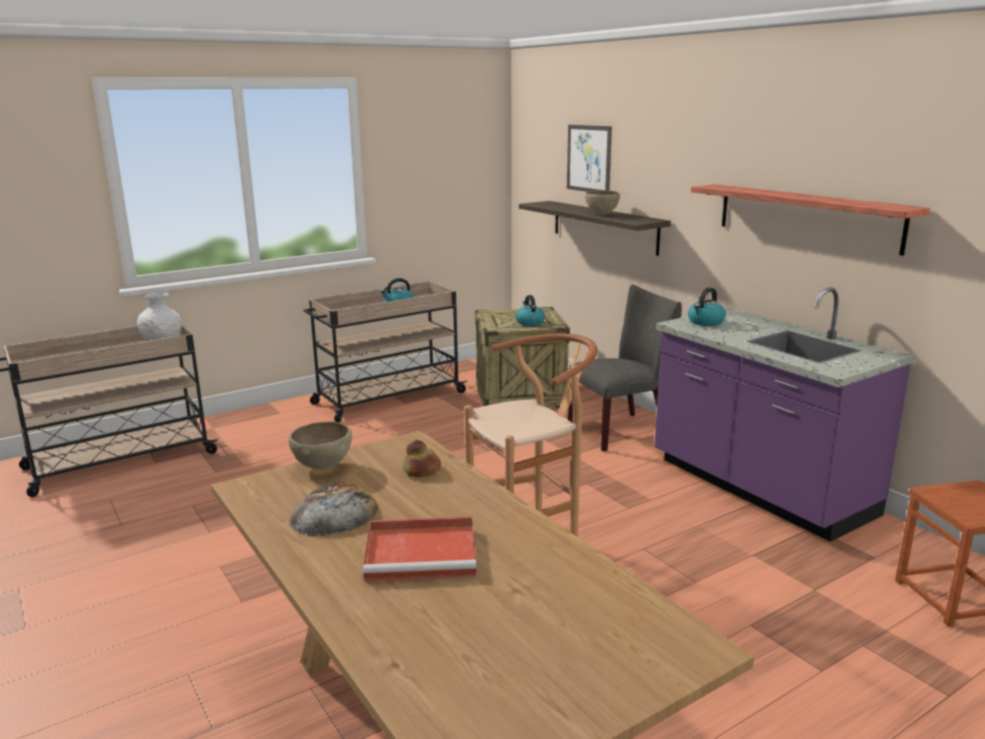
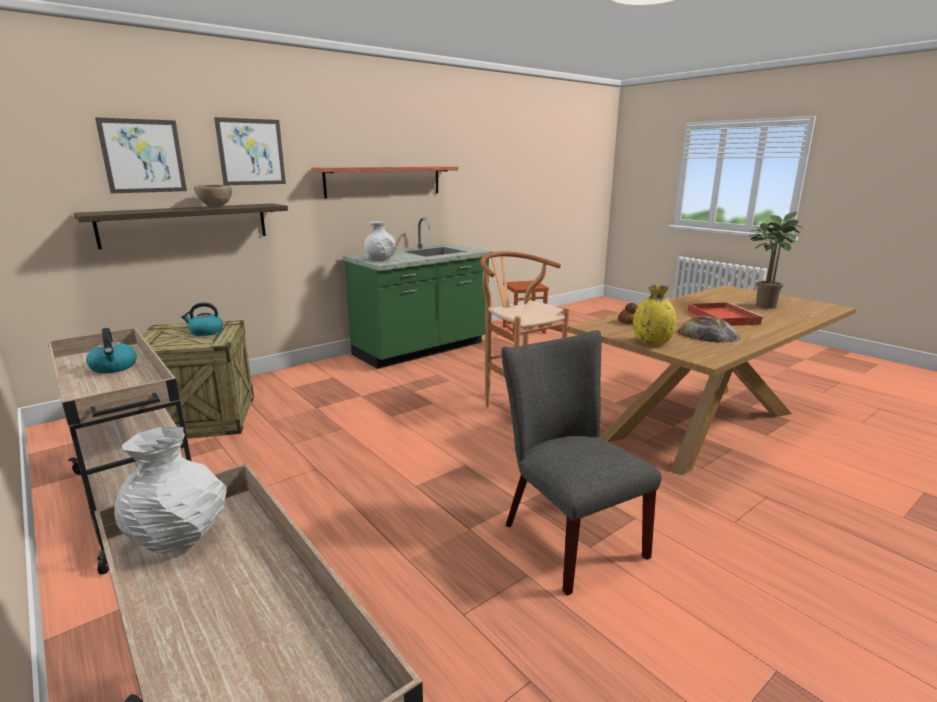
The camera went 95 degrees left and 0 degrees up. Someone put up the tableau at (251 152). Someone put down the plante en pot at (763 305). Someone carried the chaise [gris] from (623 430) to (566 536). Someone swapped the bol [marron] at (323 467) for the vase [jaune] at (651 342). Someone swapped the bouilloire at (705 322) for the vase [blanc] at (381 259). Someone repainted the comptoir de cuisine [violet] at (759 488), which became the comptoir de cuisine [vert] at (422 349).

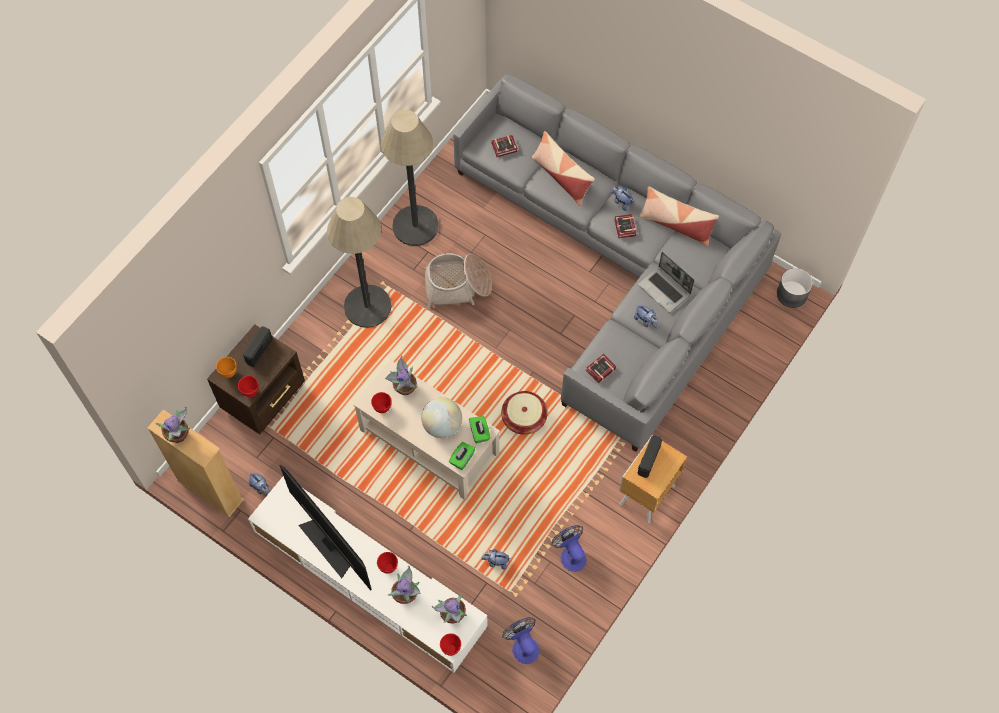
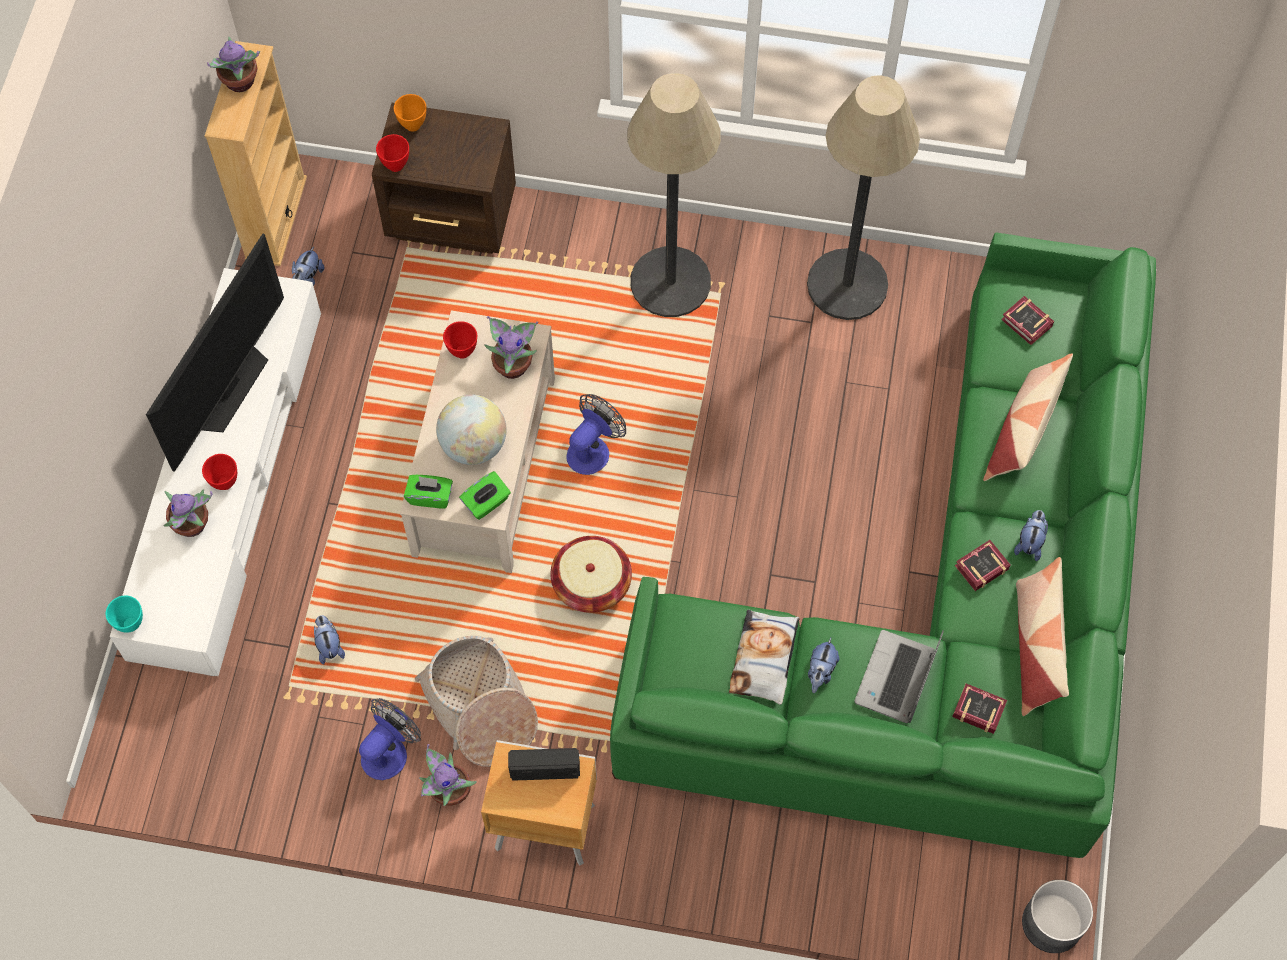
The camera went 65 degrees right and 0 degrees up. Someone took away the radio at (259 351). Someone put down the coussin at (765 659). Someone carried the panier from (458 286) to (480 707). Someone carried the plante en pot from (452 615) to (448 790). Someone carried the ventilateur from (523 645) to (593 449). Someone carried the livre from (599 370) to (977 708). Someone repainted the bol [rouge] at (451 648), which became the bol [turquoise] at (132 624). Someone repainted the canapé [gris] at (618 266), which became the canapé [vert] at (944 613).

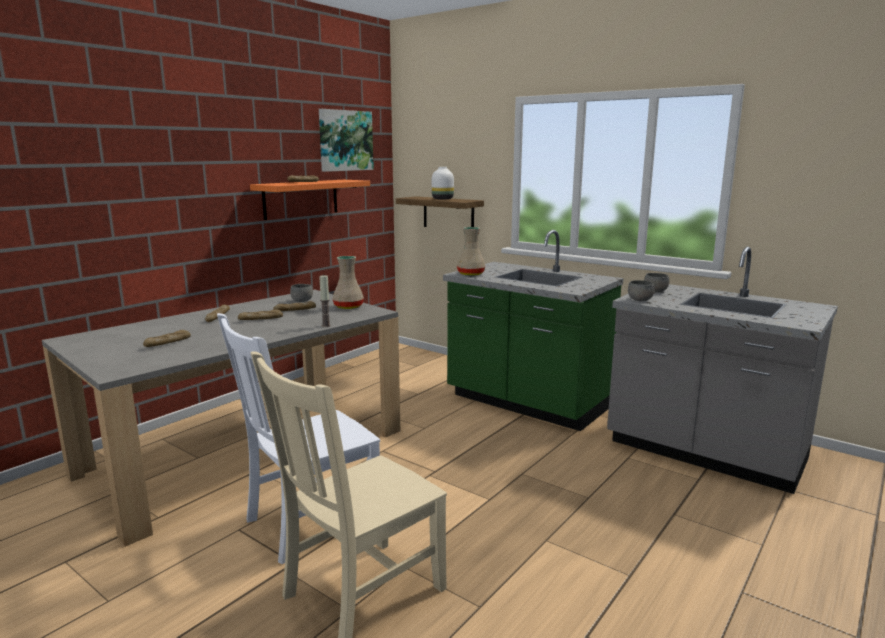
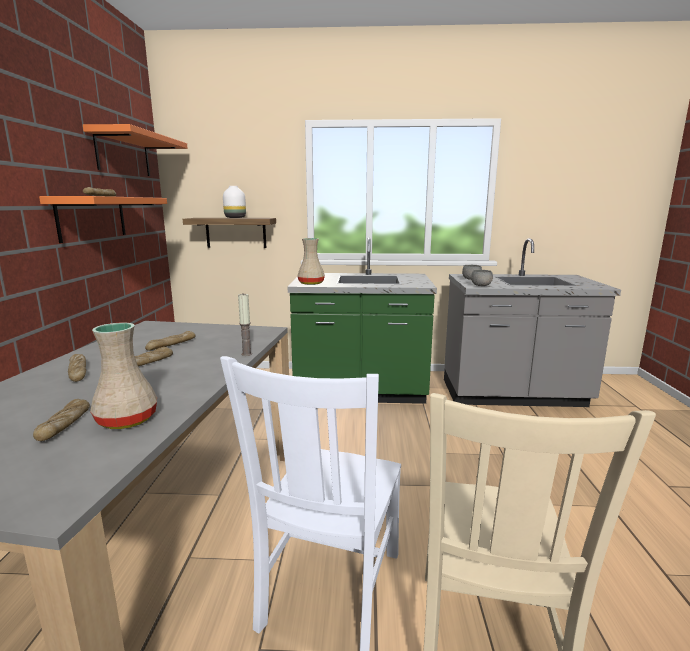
The camera went 35 degrees left and 0 degrees up. Someone took away the bol [gris] at (302 301). Someone carried the vase [beige] from (348 306) to (125 420). Someone swapped the tableau at (345 140) for the étagère [orange] at (123 154).

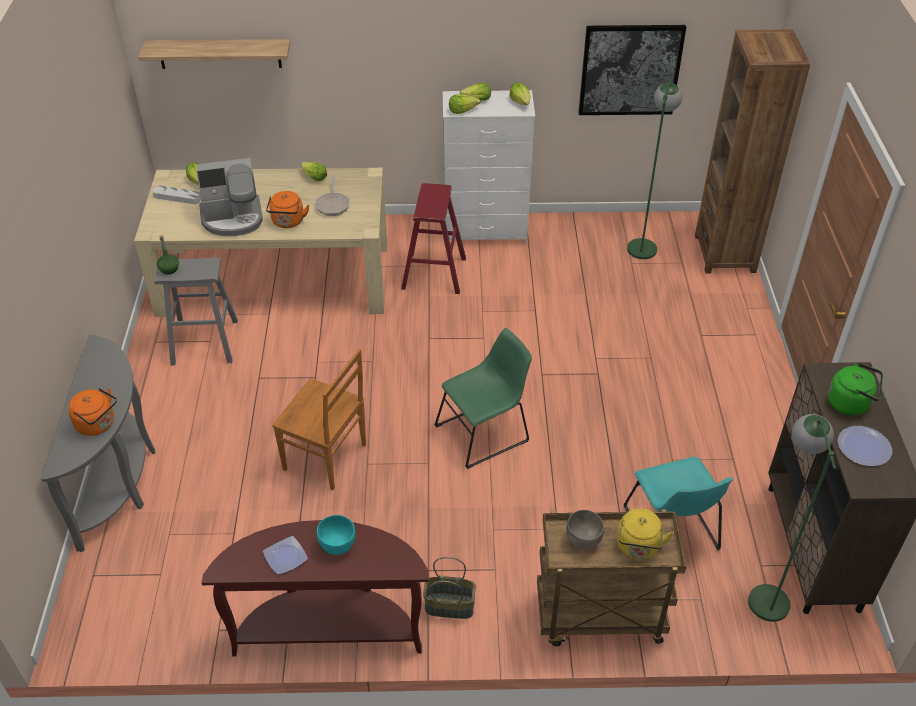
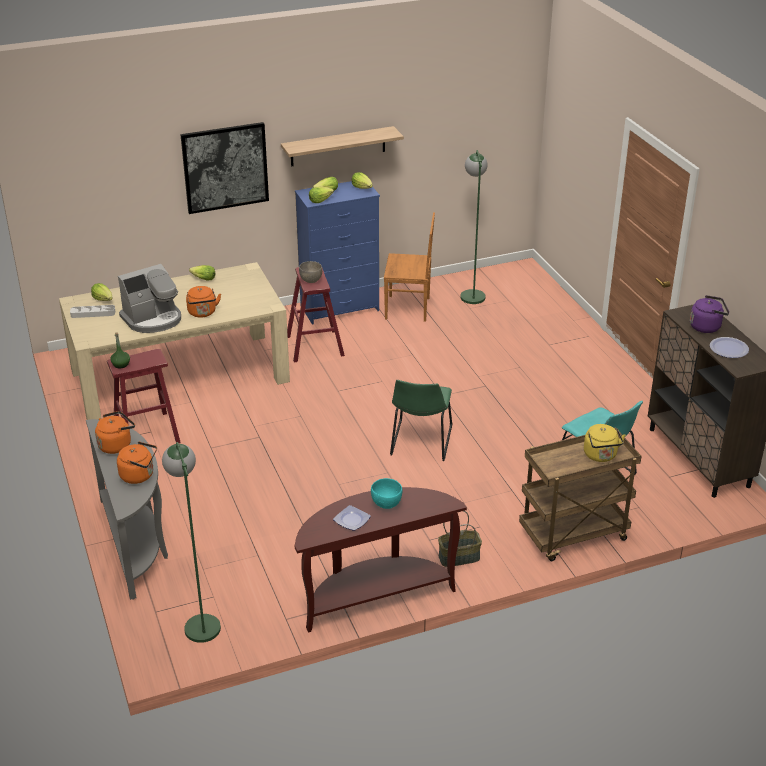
The camera went 20 degrees left and 10 degrees down. Someone took away the poêle at (333 205). Someone took away the bibliothèque [marron] at (725 253). Someone put down the bouilloire [orange] at (116 445). Someone carried the étagère from (220 54) to (338 146). Someone carried the chaise [marron] from (327 458) to (409 308). Someone carried the bol [gris] from (583 540) to (311 280). Someone carried the tableau from (630 70) to (225 167). Someone carried the lampadaire [vert] from (765 590) to (199 620). Someone repainted the tabouret [gris] at (204 342), which became the tabouret [rouge] at (146 433). Someone repainted the commode [blanc] at (486 231), which became the commode [bleu] at (340 309). Someone repainted the bouilloire [vert] at (851 403), which became the bouilloire [violet] at (707 327). Someone rotated the chaise [vert] at (485 432) by 150 degrees clockwise.

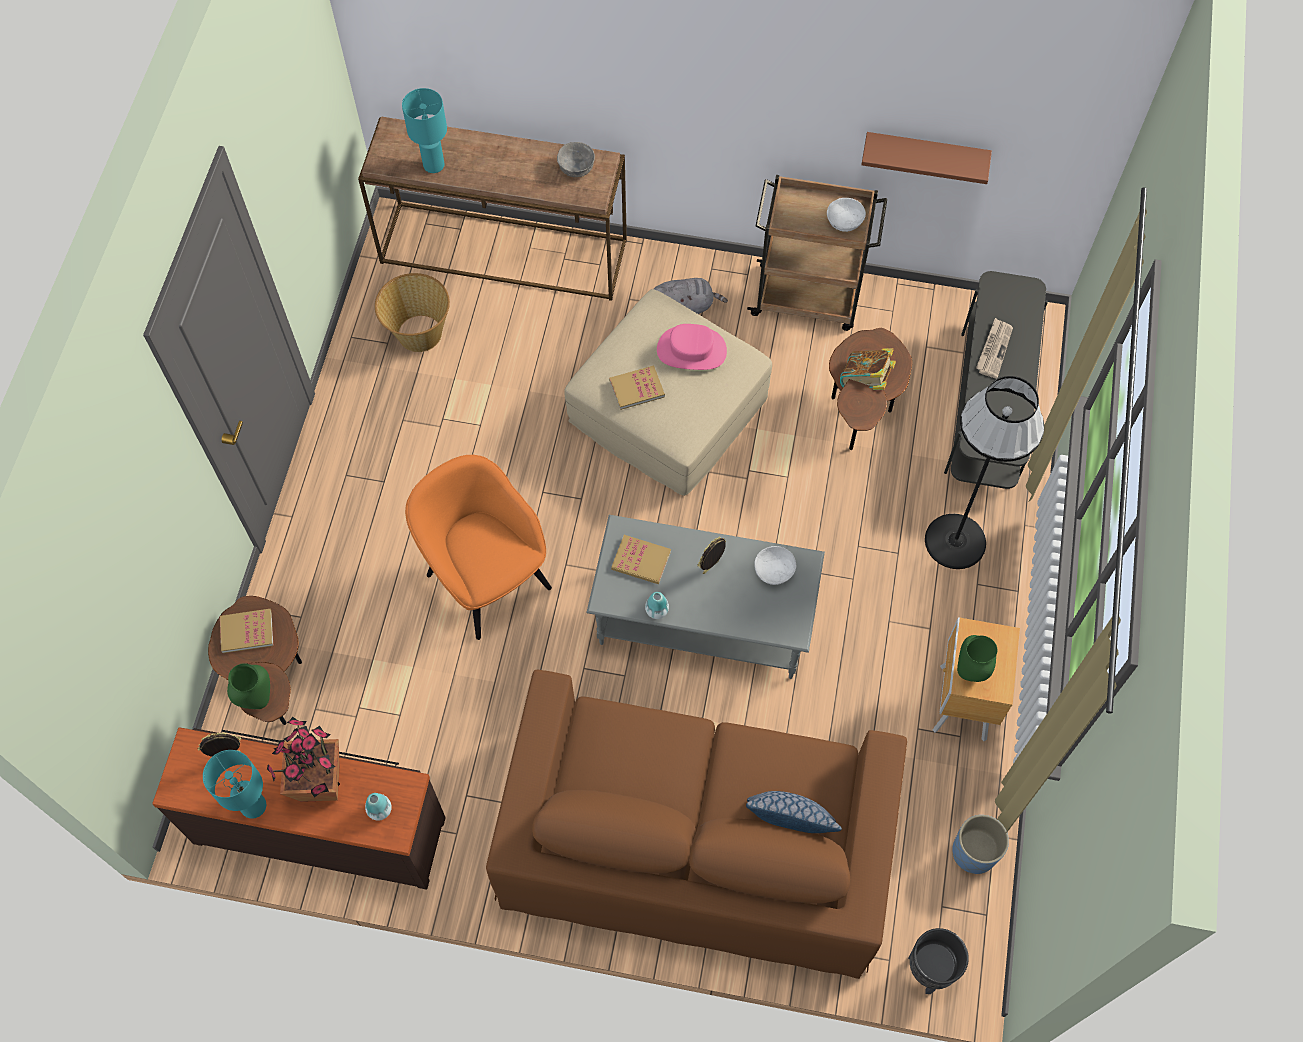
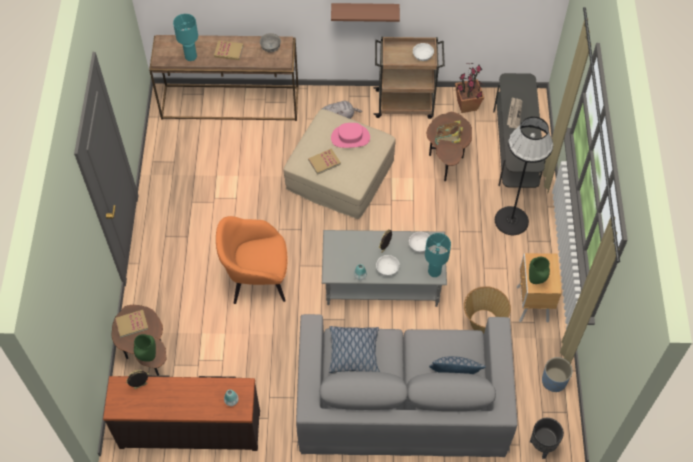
The camera went 10 degrees left and 5 degrees down. Someone put down the coussin at (354 353). Someone put down the bol [blanc] at (387 269). Someone carried the lampe de table [turquoise] from (253 807) to (434 272). Someone carried the plante en pot from (319 783) to (466 105). Someone carried the panier from (419 333) to (483 321). Someone carried the livre from (641 560) to (228 51). Someone carried the étagère [marron] from (925 155) to (365 12). Someone repainted the canapé [marron] at (695 842), which became the canapé [gris] at (402 401). Someone rotated the fauteuil [orange] at (486 578) by 45 degrees counterclockwise.

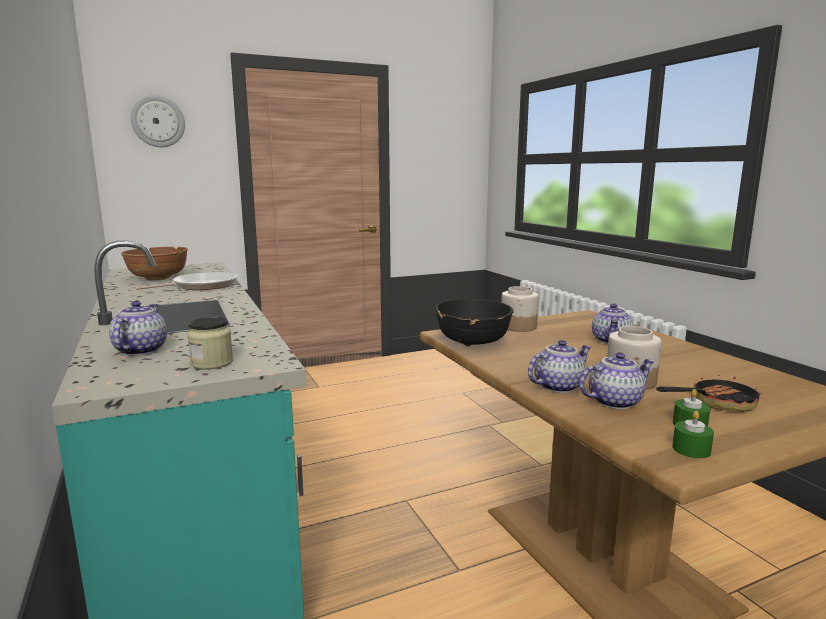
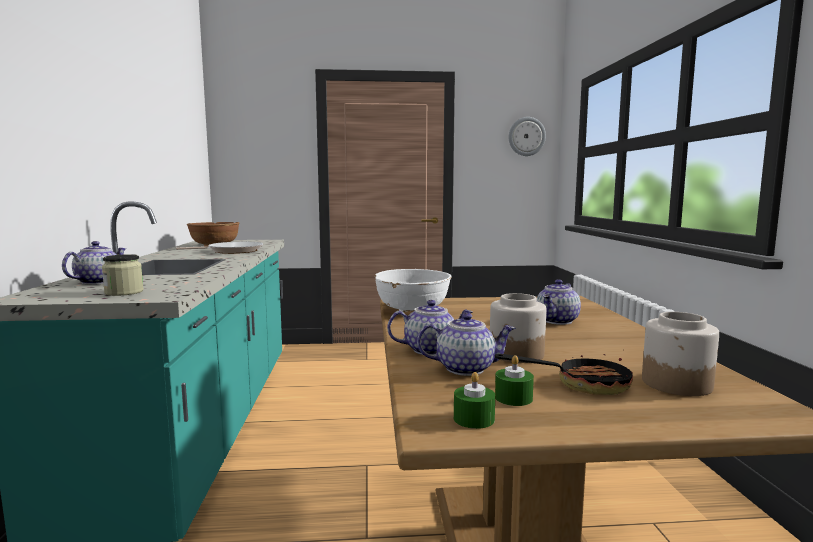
The camera went 20 degrees right and 5 degrees down. Someone carried the horloge murale from (158 121) to (526 136). Someone carried the bocal from (518 327) to (677 384). Someone repainted the bol [noir] at (473 342), which became the bol [blanc] at (412 310).

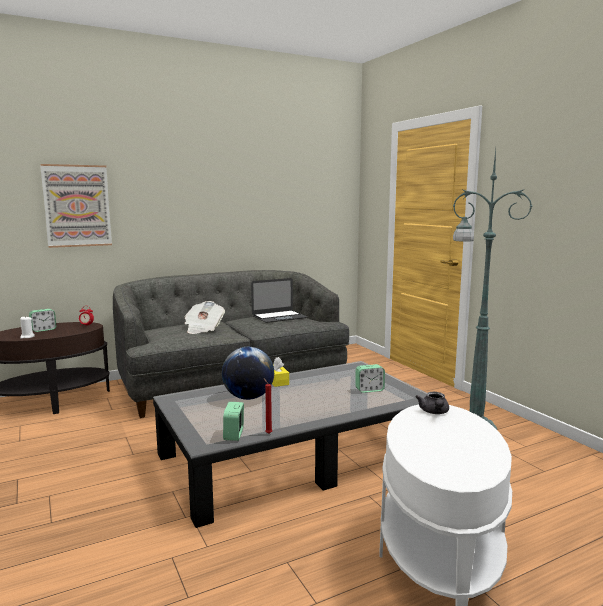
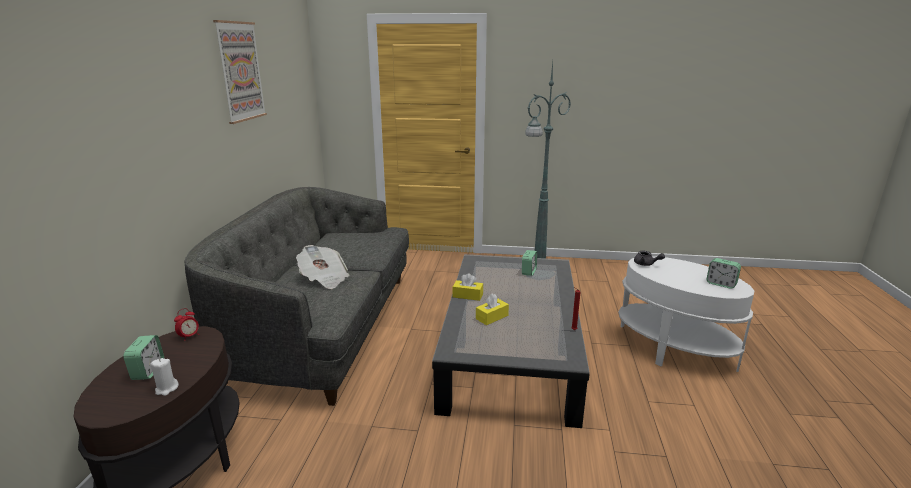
The camera went 55 degrees left and 10 degrees up. Someone took away the ordinateur portable at (279 317). Someone carried the tableau from (77 206) to (240 71). Someone carried the réveil from (234 435) to (721 284). Someone swapped the globe at (248 397) for the boîte à mouchoirs [jaune] at (492 317).

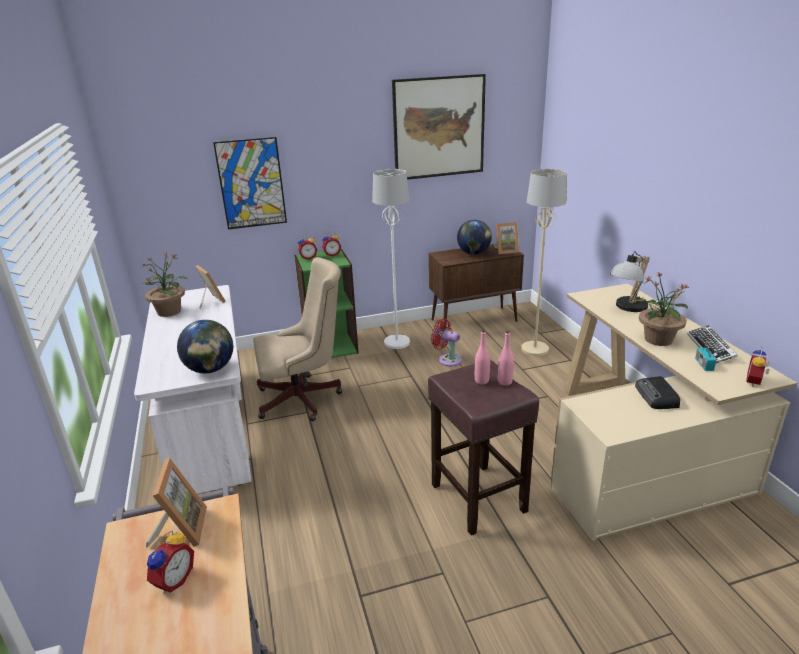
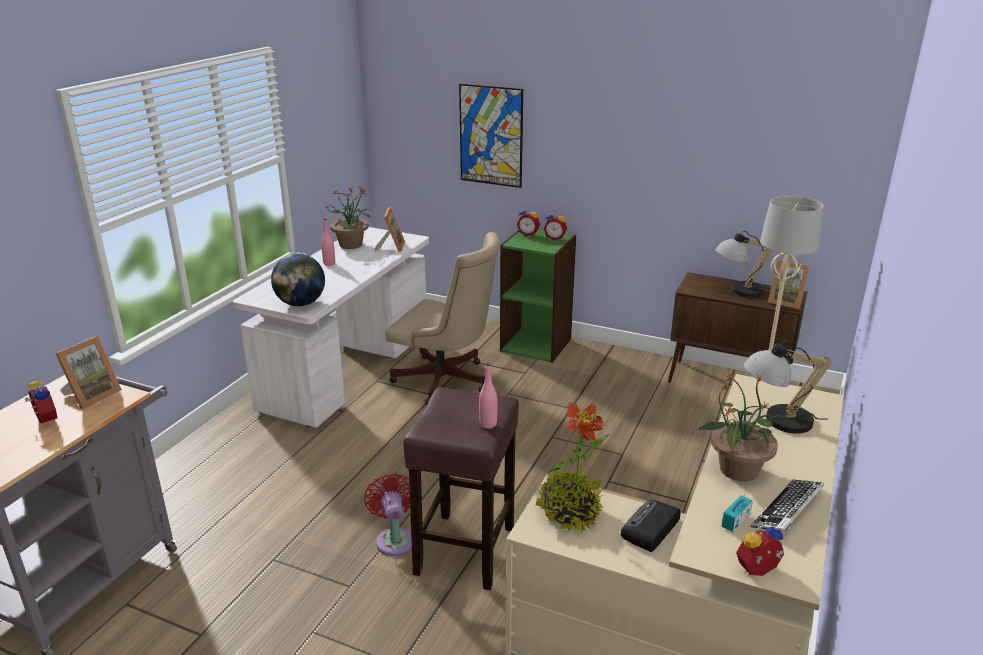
The camera went 40 degrees right and 0 degrees up. Someone took away the lampadaire [blanc] at (396 343). Someone took away the tableau at (438 127). Someone put down the plante en pot at (569 512). Someone carried the ventilateur [rouge] from (447 359) to (395 539). Someone carried the bouteille [rose] from (481 381) to (329 263). Someone swapped the globe at (474 253) for the lampe de table at (738 291). Someone rotated the réveil at (173 580) by 105 degrees counterclockwise.

